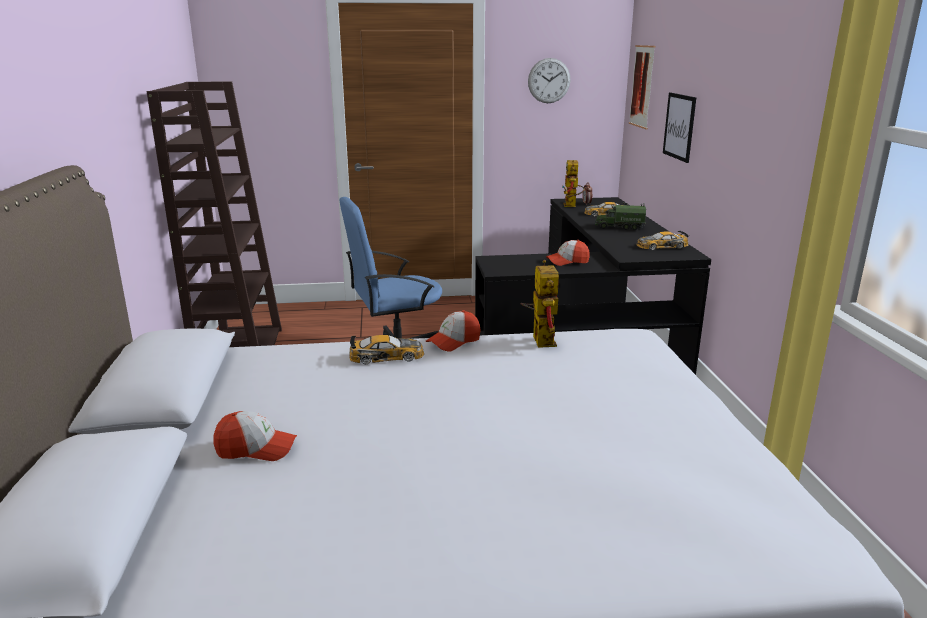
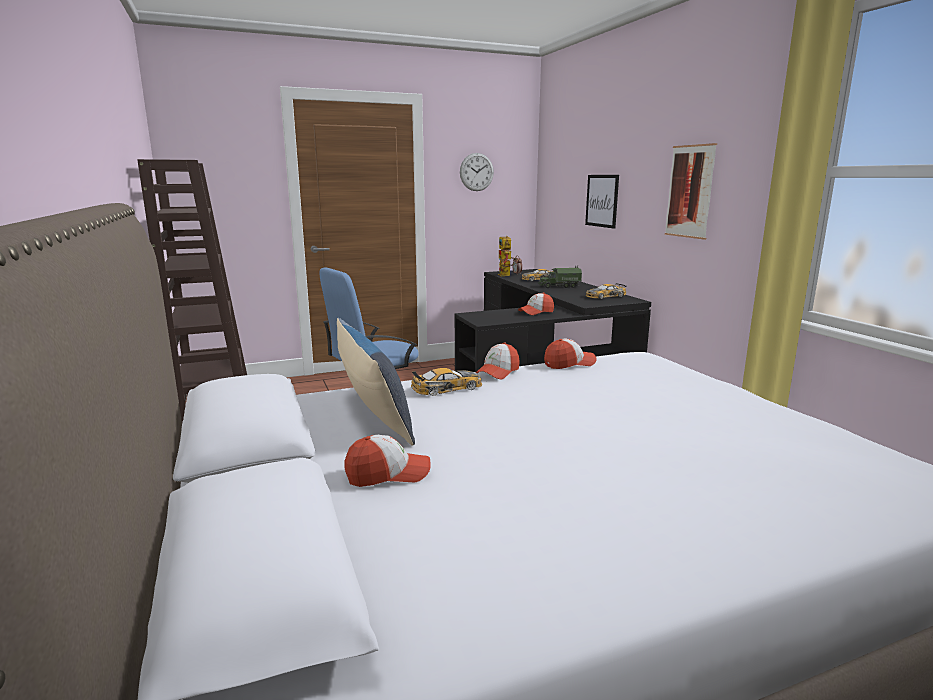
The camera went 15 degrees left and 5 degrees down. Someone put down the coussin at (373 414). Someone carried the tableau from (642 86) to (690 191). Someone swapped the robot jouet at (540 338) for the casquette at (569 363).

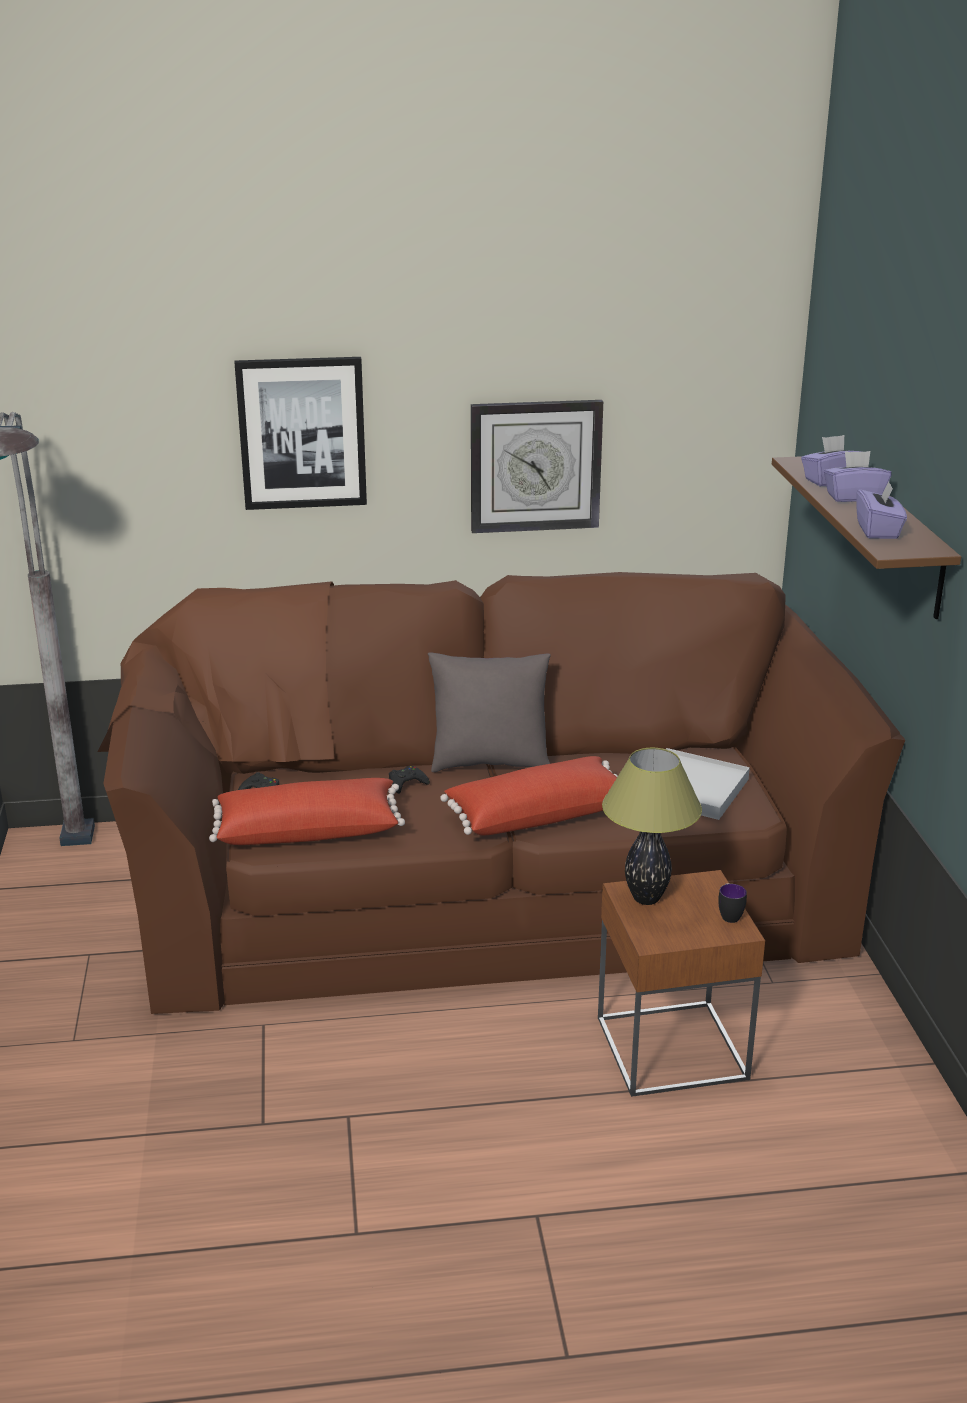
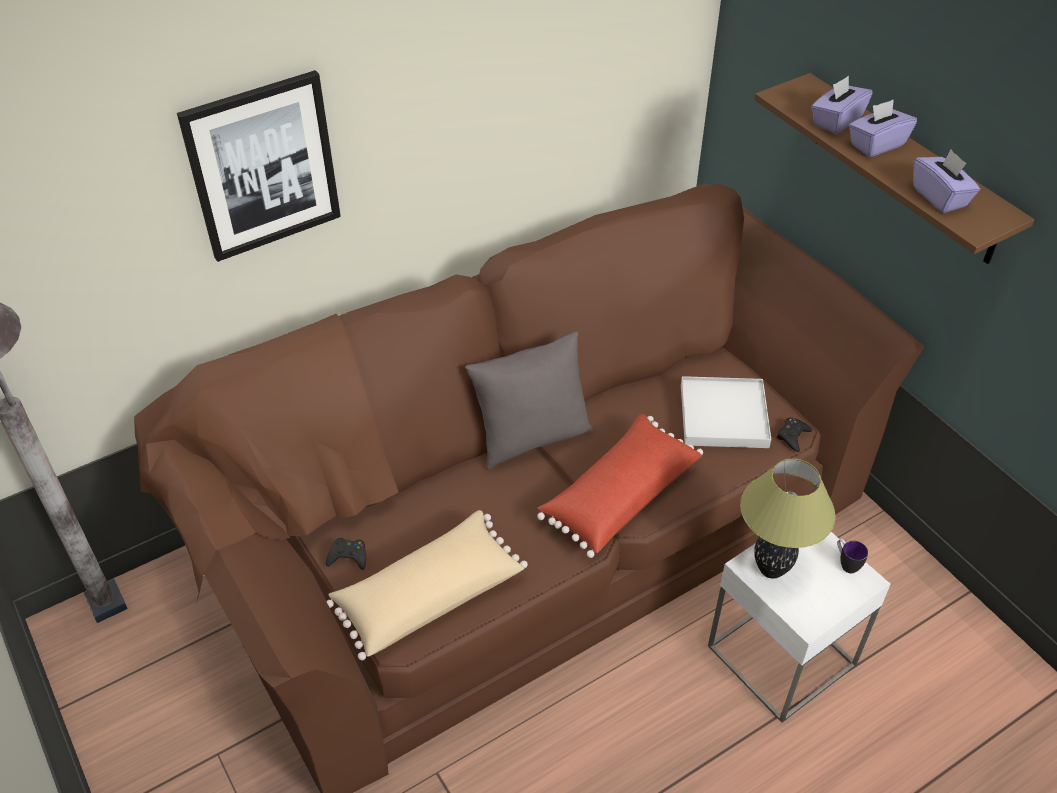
The camera went 25 degrees left and 20 degrees up. Someone took away the horloge murale at (535 466). Someone carried the manette [noir] from (407 783) to (792 436). Someone repainted the coussin [rouge] at (308 831), which became the coussin [beige] at (428 595). Someone repainted the table d'appoint [marron] at (672 1048), which became the table d'appoint [blanc] at (781 655).

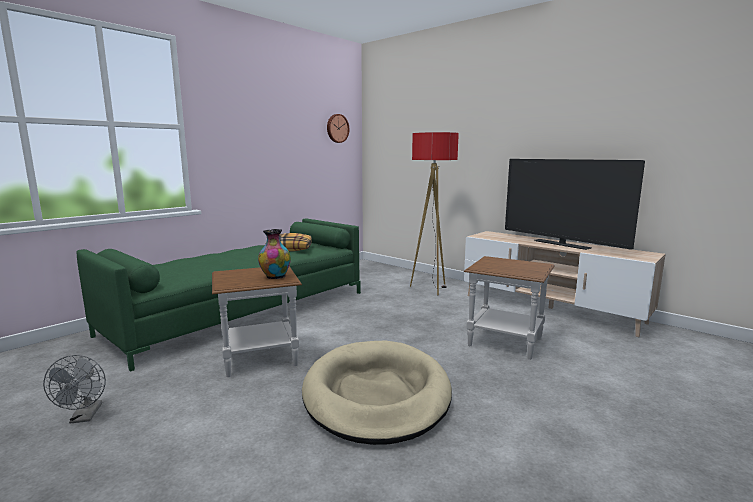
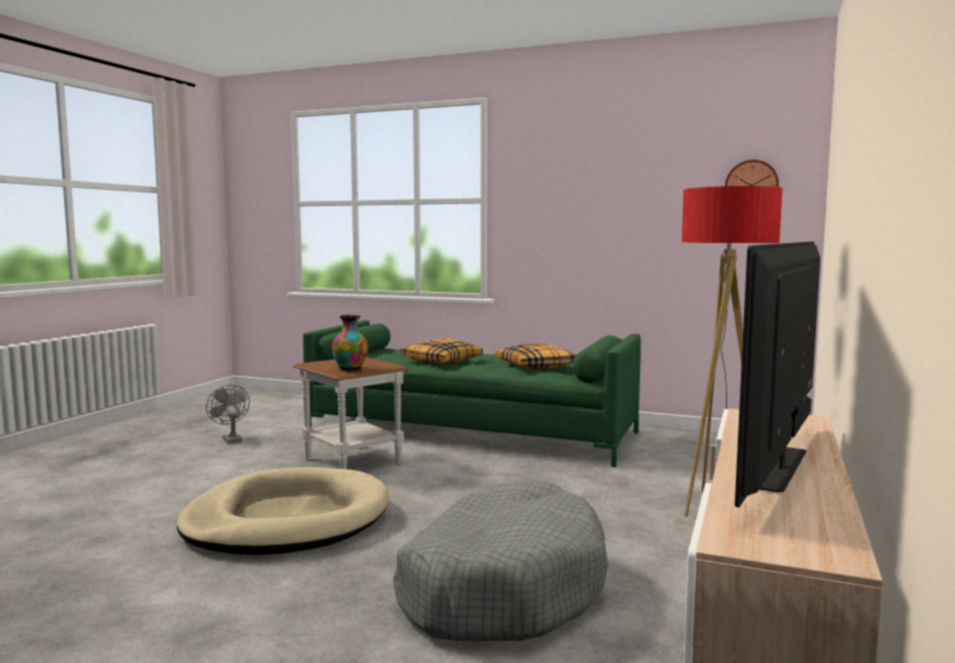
The camera went 70 degrees right and 5 degrees down. Someone put down the coussin at (442 361). Someone swapped the table d'appoint [marron] at (506 342) for the panier pour chien [gris] at (502 587). Someone rotated the ventilateur [gris] at (84 417) by 90 degrees clockwise.

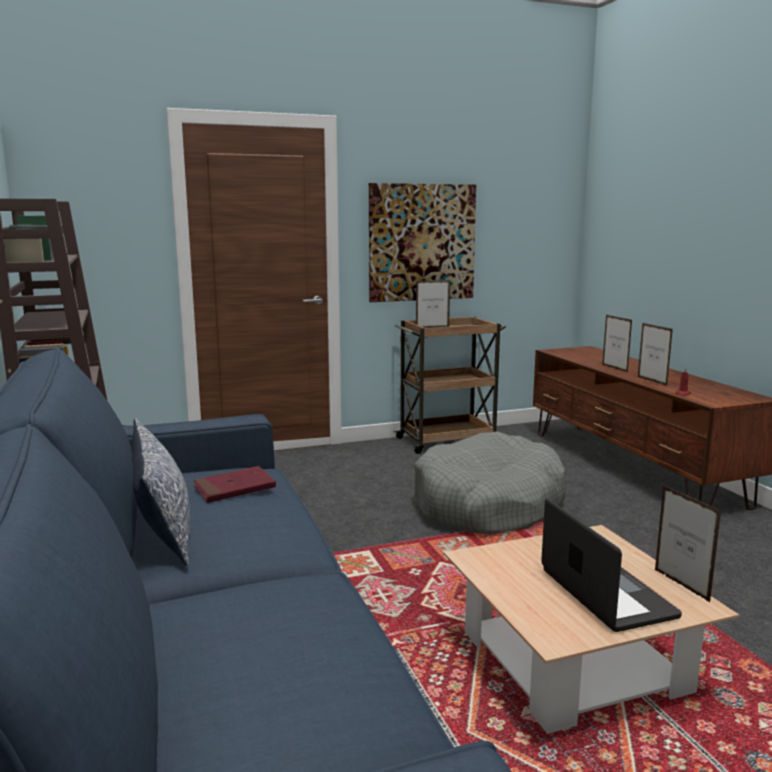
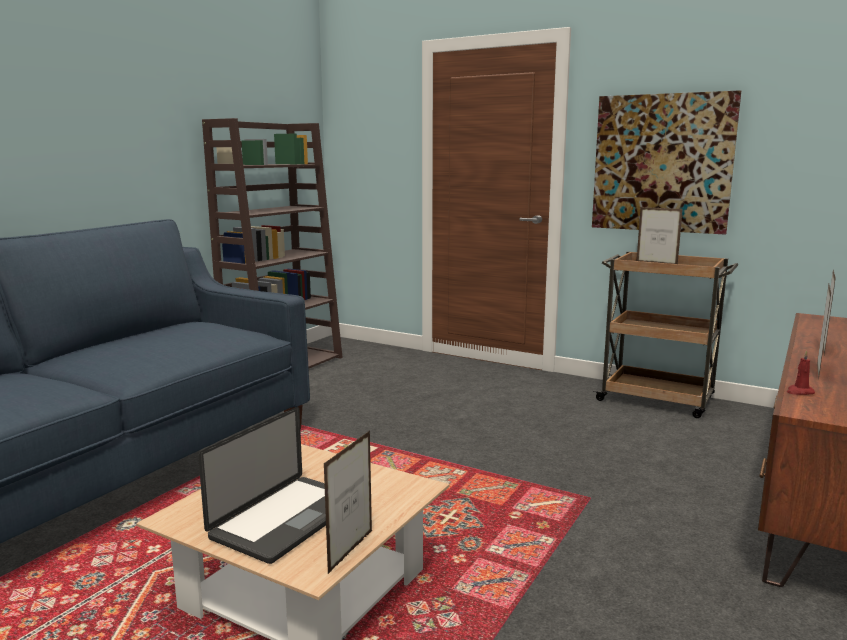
The camera went 50 degrees right and 0 degrees up. Someone took away the coussin at (163 524). Someone took away the livre [rouge] at (234 488). Someone took away the panier pour chien [gris] at (487 504).

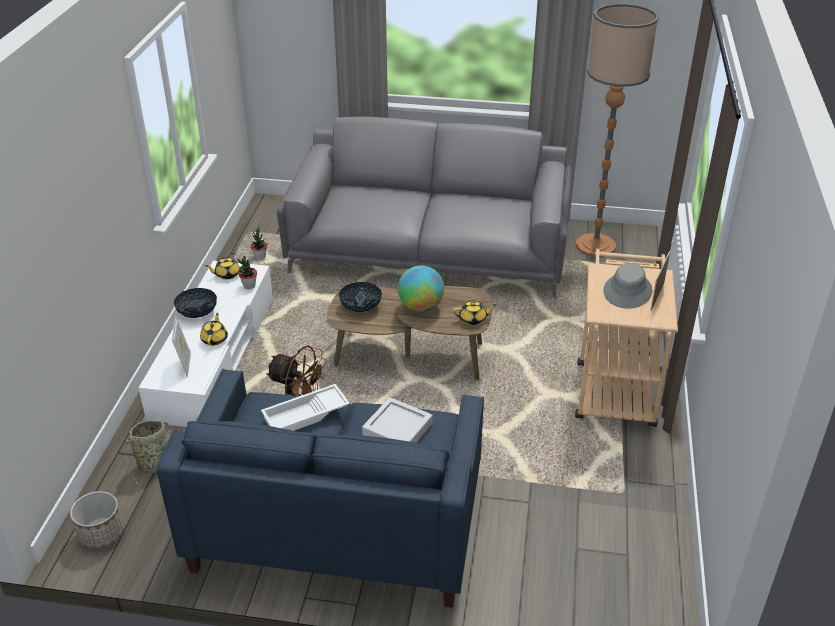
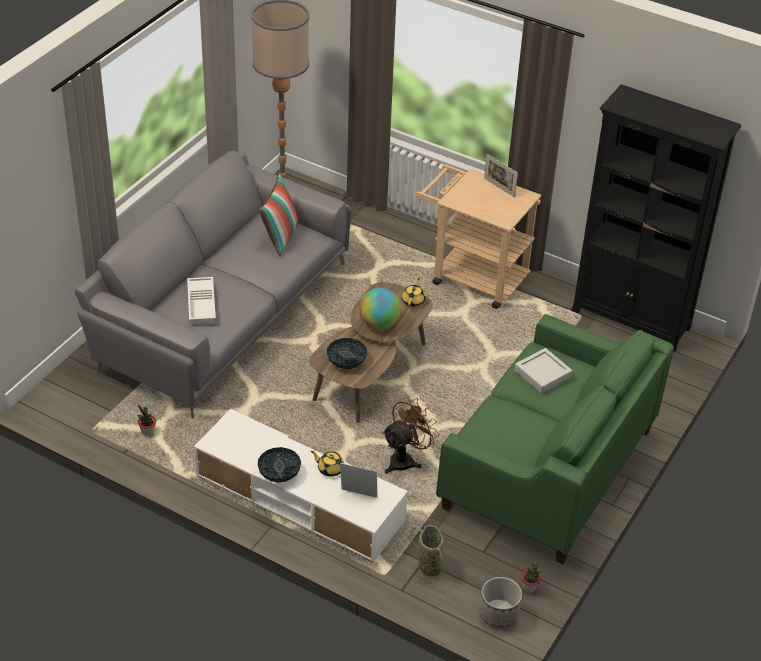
The camera went 70 degrees left and 5 degrees up. Someone took away the théière [jaune] at (227 274). Someone took away the chapeau [gris] at (628 291). Someone put down the coussin at (280 237). Someone put down the bibliothèque [noir] at (631 320). Someone carried the plante en pot from (249 286) to (529 588). Someone carried the plateau [blanc] from (305 415) to (202 304). Someone repainted the canapé [bleu] at (338 523), which became the canapé [vert] at (548 469).

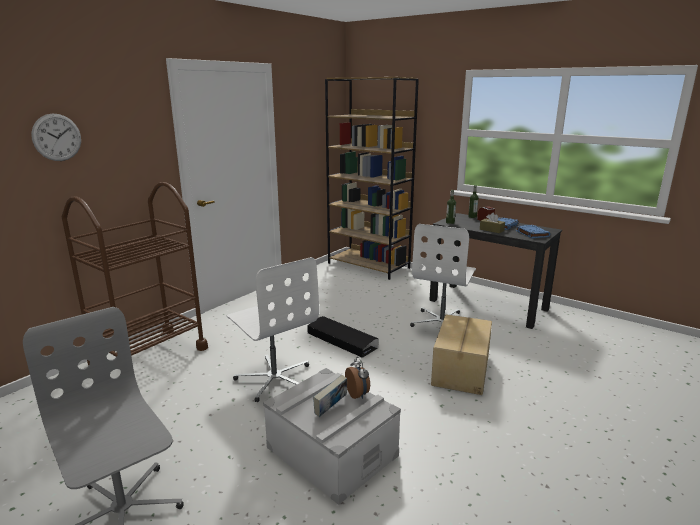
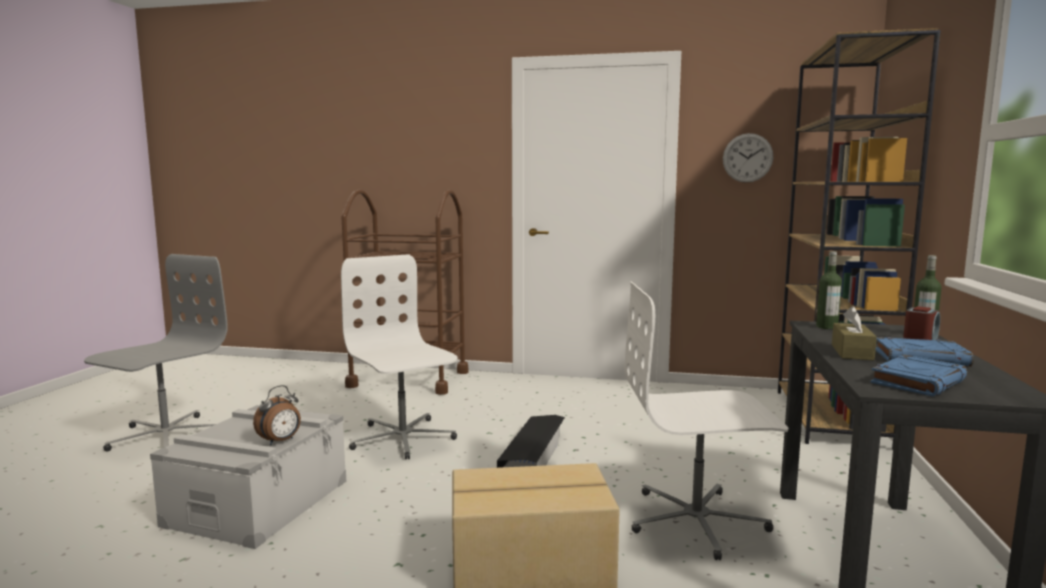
The camera went 65 degrees right and 10 degrees down. Someone took away the livre at (330 409). Someone carried the horloge murale from (57 137) to (747 158). Someone rotated the chaise de bureau [blanc] at (275 378) by 120 degrees clockwise.

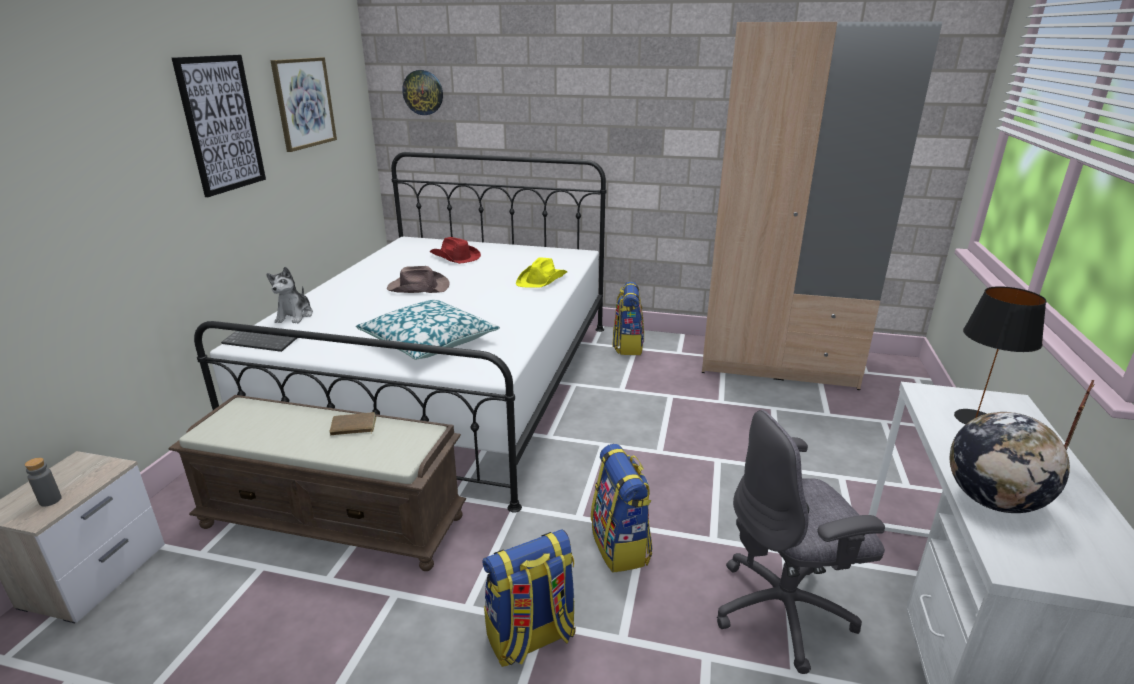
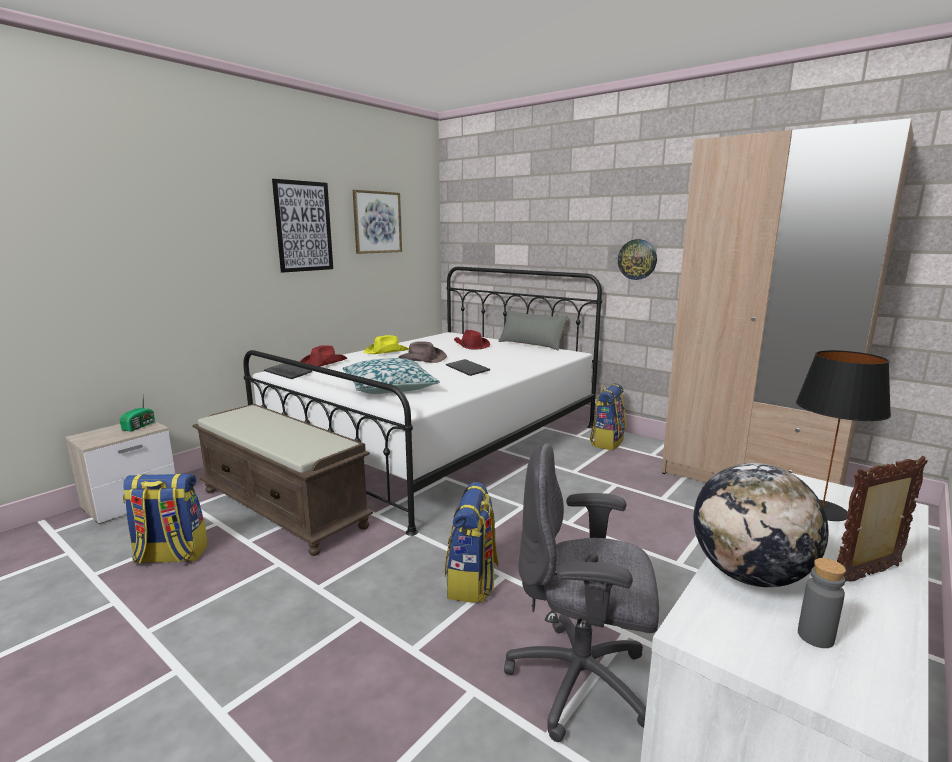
The camera went 25 degrees right and 10 degrees down. Someone took away the livre [marron] at (353 427). Someone put down the radio at (140 426). Someone put down the clavier at (468 369). Someone put down the coussin [gris] at (531 344). Someone carried the bouteille [gris] from (50 500) to (815 637). Someone carried the horloge murale from (423 92) to (637 259). Someone carried the sac à dos from (531 638) to (170 556). Someone carried the chapeau [jaune] from (542 280) to (387 351). Someone swapped the peluche at (295 316) for the chapeau [rouge] at (323 363).

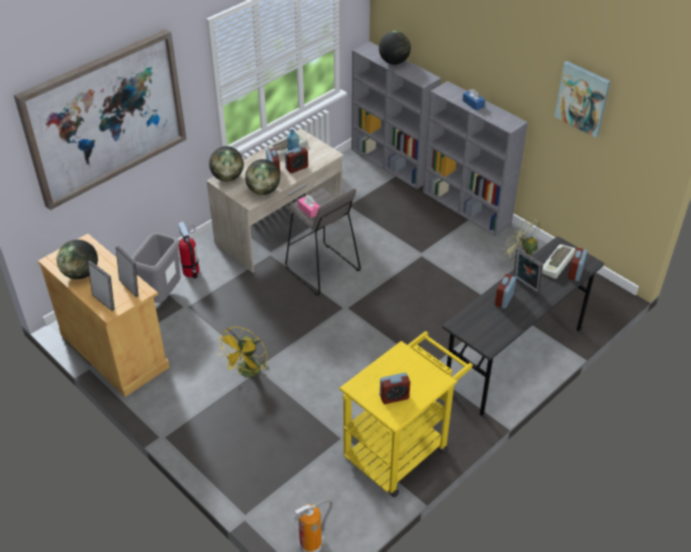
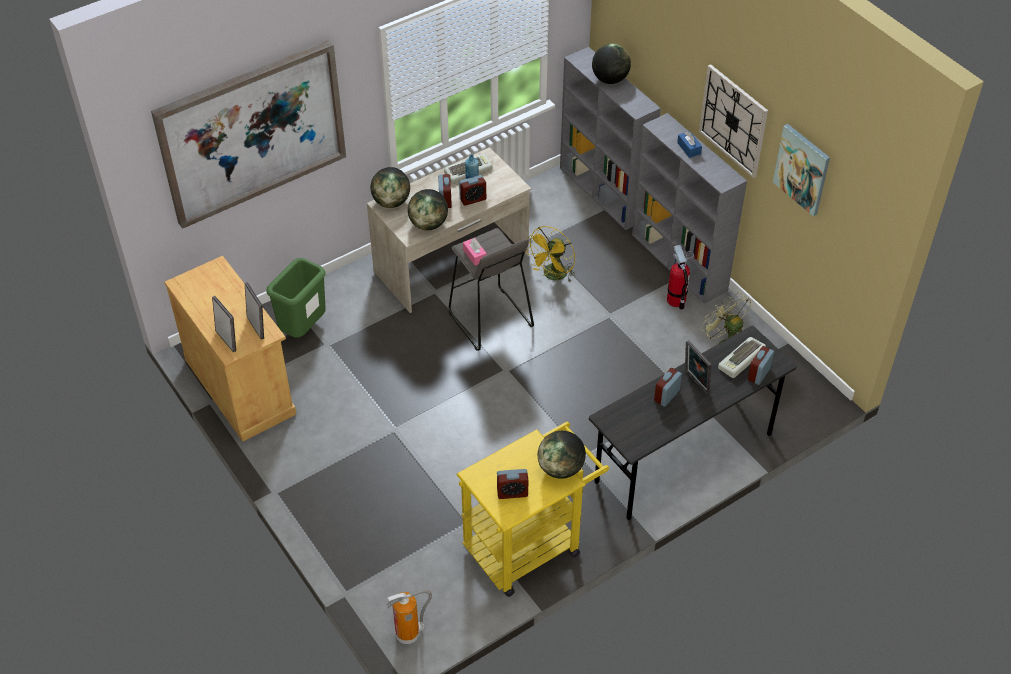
The camera went 10 degrees right and 5 degrees up. Someone put up the horloge murale at (733 120). Someone carried the globe from (81 273) to (560 468). Someone carried the extincteur from (191 271) to (676 300). Someone carried the ventilateur [jaune] from (248 373) to (553 276). Someone repainted the poubelle [gris] at (162 296), which became the poubelle [vert] at (303 328).

